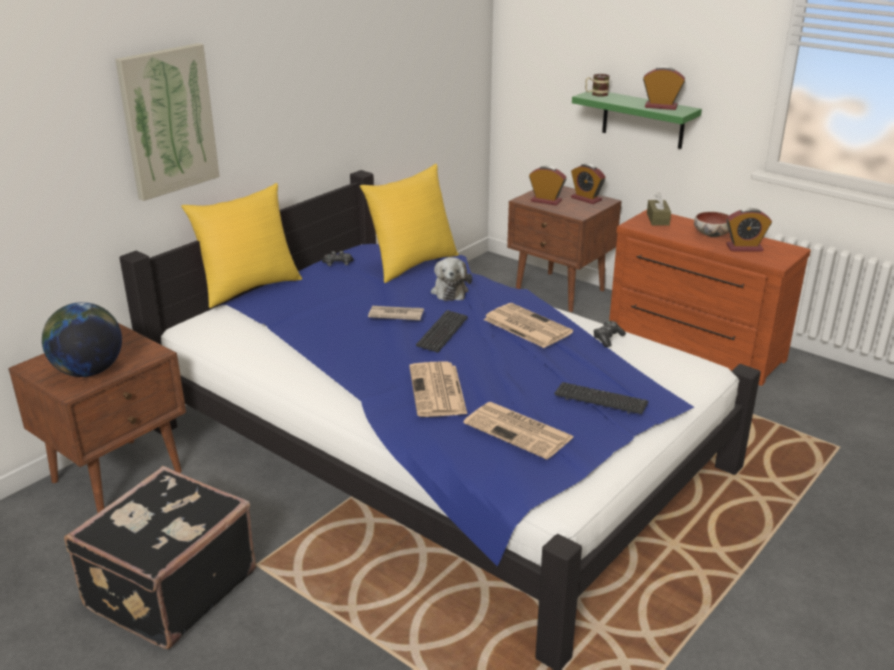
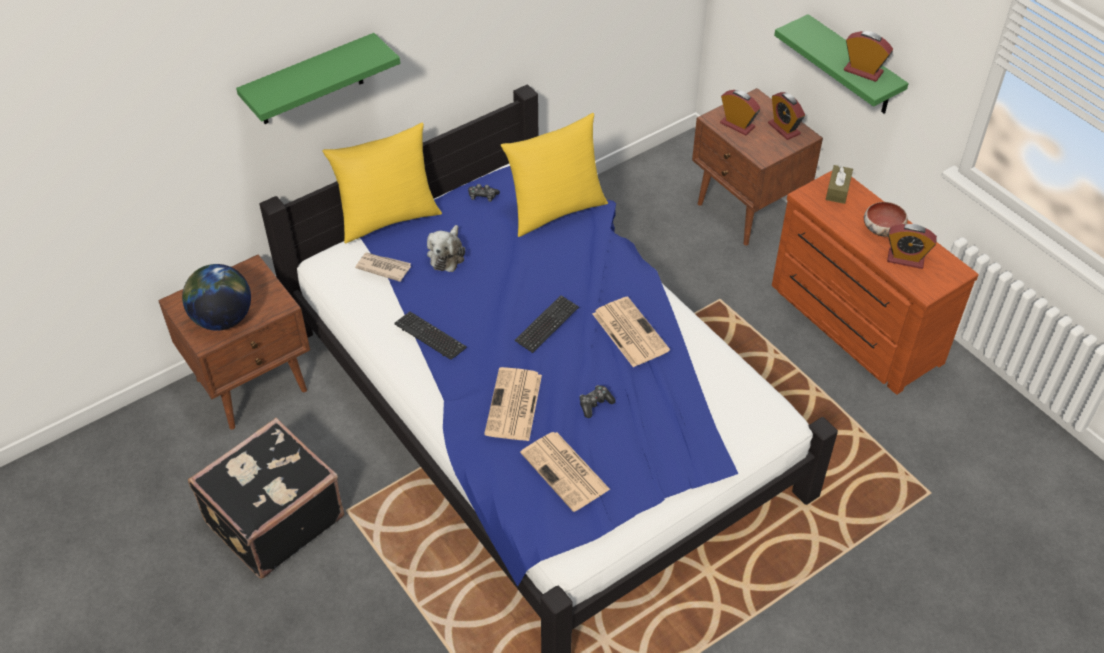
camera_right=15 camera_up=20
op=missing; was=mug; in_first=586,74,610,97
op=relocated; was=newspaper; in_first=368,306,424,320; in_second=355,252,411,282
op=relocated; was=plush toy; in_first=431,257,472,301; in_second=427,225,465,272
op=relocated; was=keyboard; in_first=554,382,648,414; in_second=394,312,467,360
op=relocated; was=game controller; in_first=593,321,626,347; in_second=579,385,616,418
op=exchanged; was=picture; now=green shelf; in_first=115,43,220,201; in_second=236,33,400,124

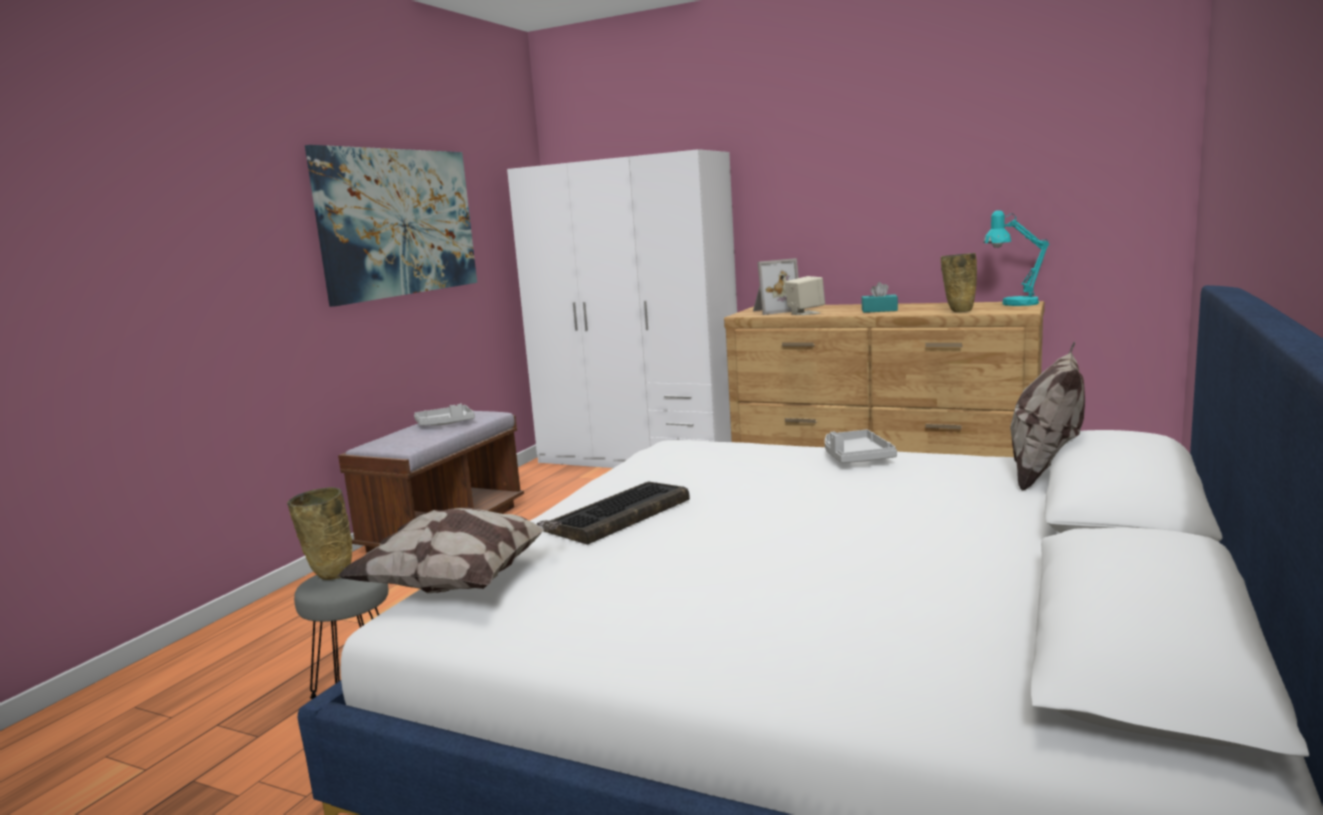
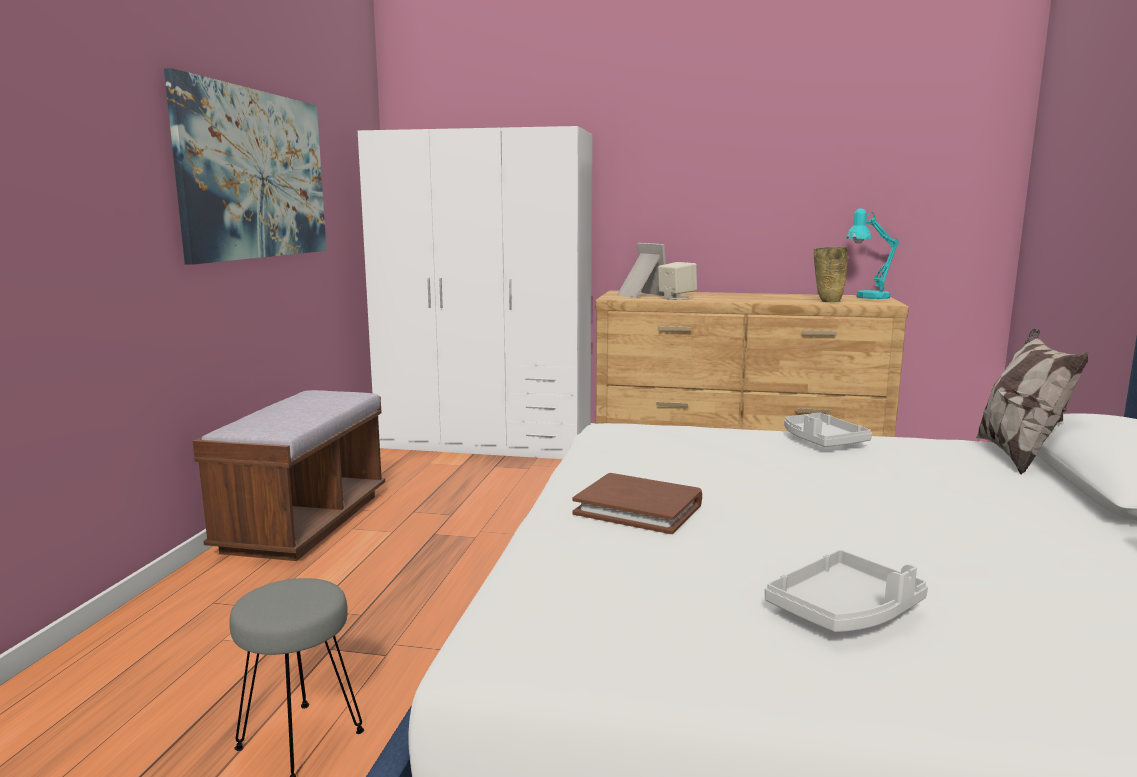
camera_right=-15 camera_up=0
op=missing; was=beige vase; in_first=287,487,352,580
op=missing; was=pillow; in_first=336,508,562,593
op=missing; was=turquoise tissue box; in_first=861,282,898,313
op=relocated; was=grey tray; in_first=414,403,475,425; in_second=765,550,928,632
op=exchanged; was=keyboard; now=brown book; in_first=543,482,690,545; in_second=572,473,702,534
op=spun; was=picture frame; in_first=753,258,799,315; in_second=617,243,666,298; clockwise=-90

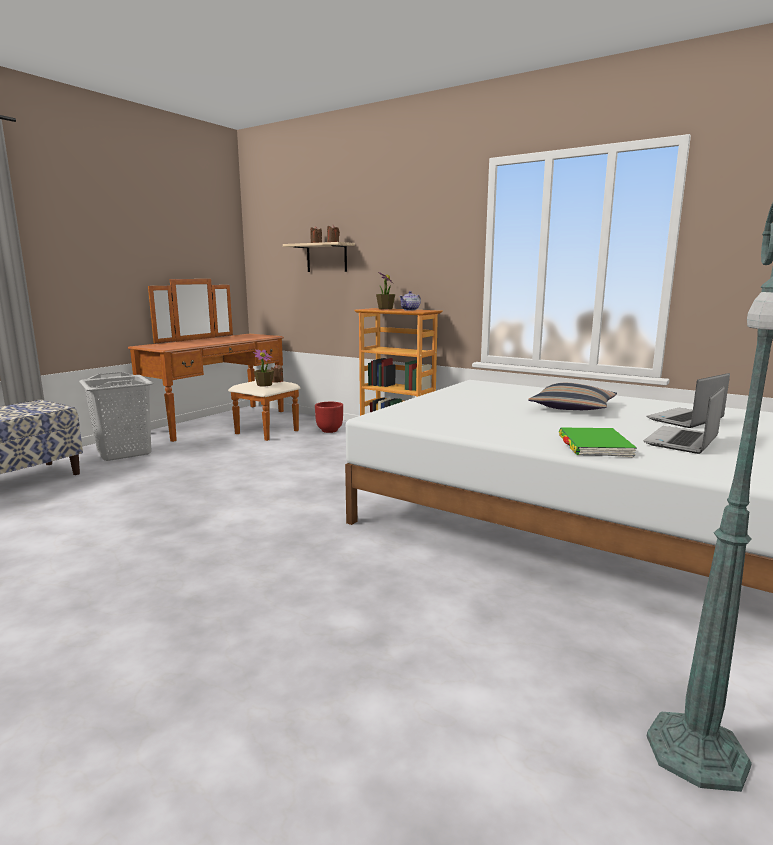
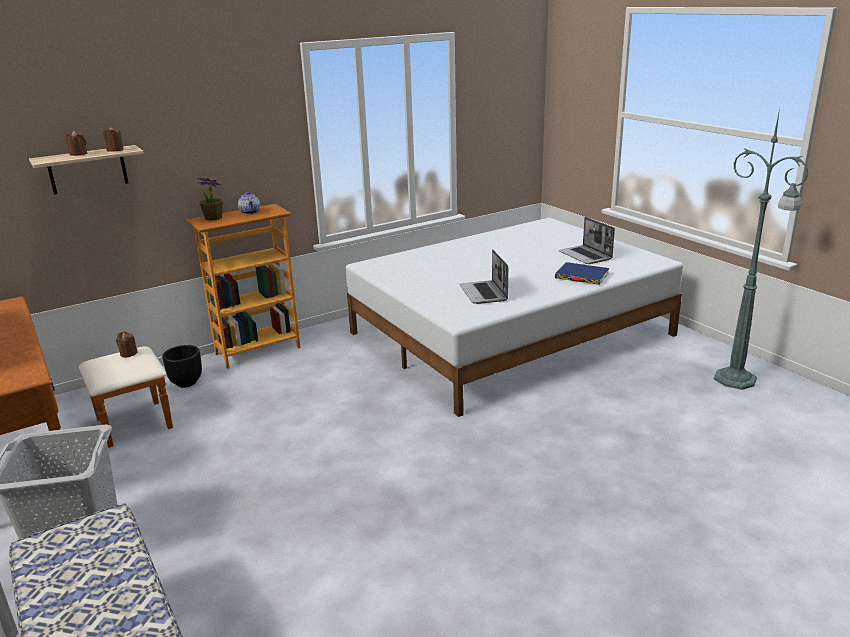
camera_right=-65 camera_up=10
op=missing; was=potted plant; in_first=253,349,274,387
op=missing; was=pillow; in_first=528,383,617,410
op=relocated; was=laptop; in_first=646,373,730,428; in_second=460,250,508,304
op=colour; was=red planter; now=black planter; in_first=315,402,343,433; in_second=162,345,202,388
op=colour; was=green book; now=blue book; in_first=559,428,637,458; in_second=555,262,610,285

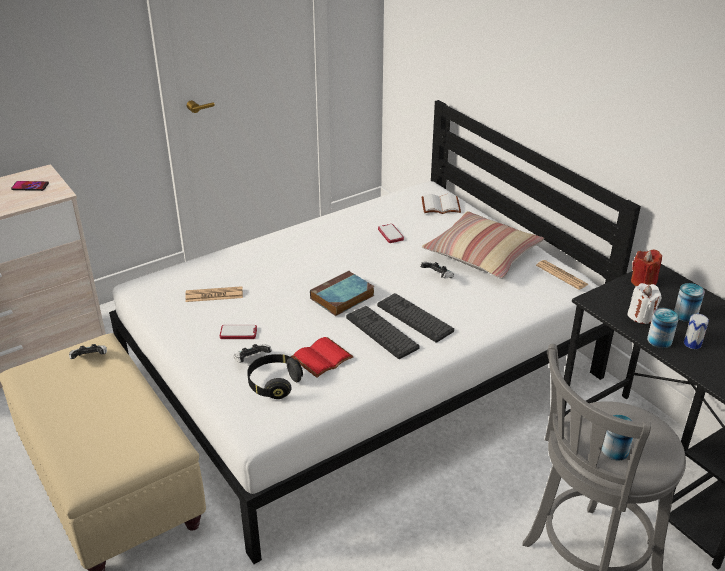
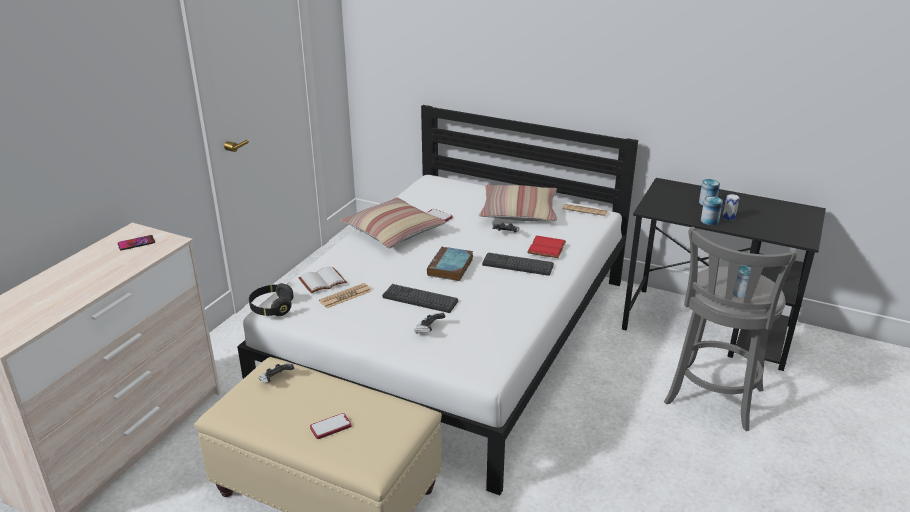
camera_right=-30 camera_up=-5
op=missing; was=white candle; in_first=627,283,661,324
op=missing; was=red candle; in_first=631,249,662,286
op=appeared; now=pillow; in_second=340,197,446,248
op=relocated; was=phone; in_first=220,325,257,339; in_second=310,413,351,439
op=relocated; was=black headphones; in_first=247,354,303,399; in_second=249,283,294,316
op=relocated; was=red book; in_first=291,337,354,378; in_second=527,235,566,258
op=relocated; was=keyboard; in_first=346,306,420,359; in_second=382,284,458,313
op=relocated; was=white book; in_first=422,194,461,214; in_second=298,266,347,294

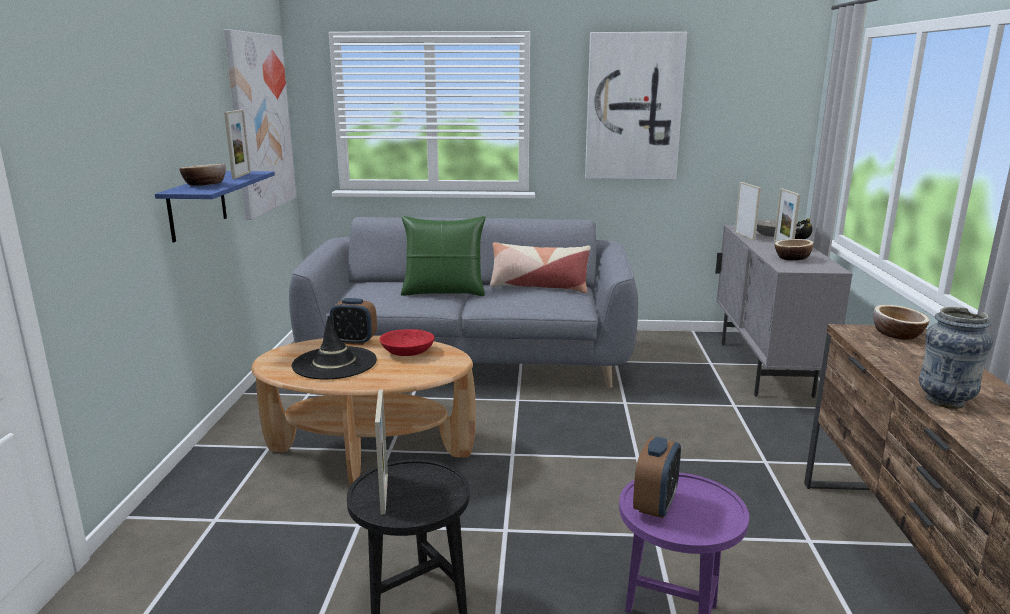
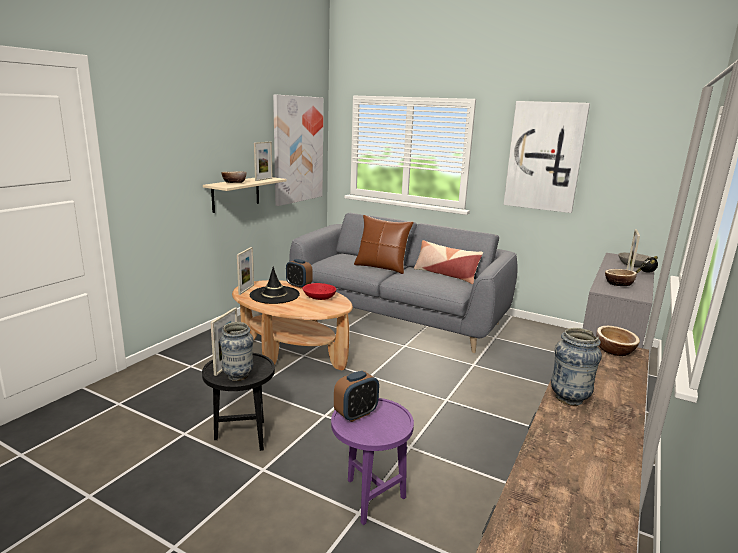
camera_right=25 camera_up=0
op=appeared; now=vase; in_second=219,322,254,381
op=relocated; was=picture frame; in_first=735,182,761,240; in_second=237,247,254,295
op=colour; was=blue shelf; now=beige shelf; in_first=155,171,275,242; in_second=203,177,286,213
op=colour; was=green pillow; now=brown pillow; in_first=401,216,485,296; in_second=354,215,414,274

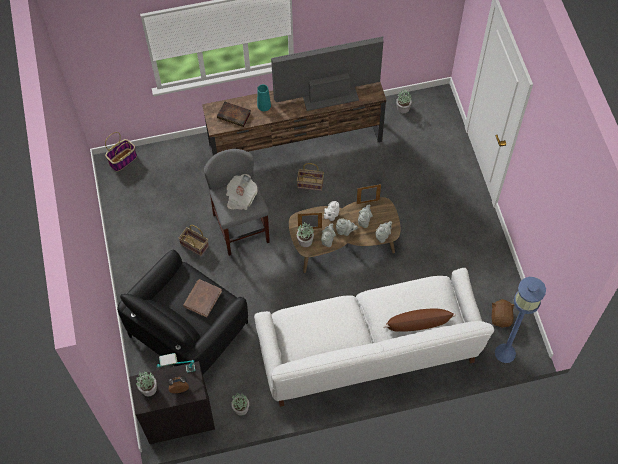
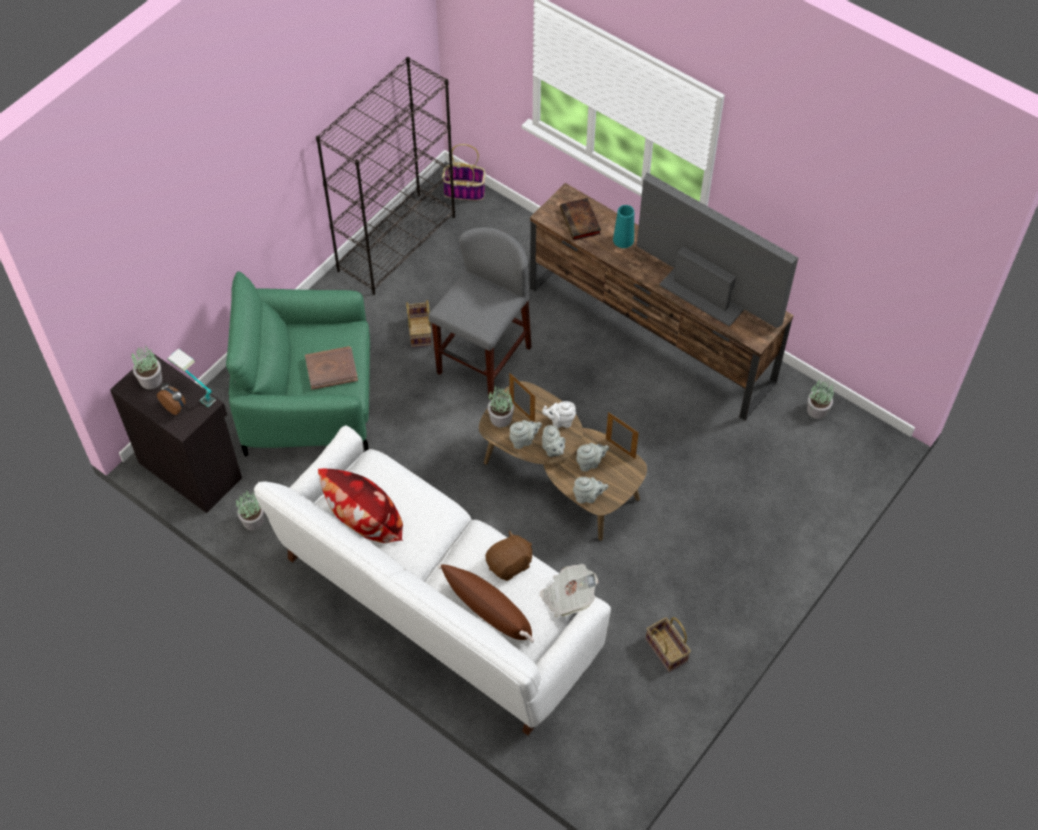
camera_right=50 camera_up=-5
op=missing; was=blue floor lamp; in_first=495,277,546,363
op=appeared; now=black bookcase; in_second=316,57,455,295
op=appeared; now=pillow; in_second=318,469,403,543
op=relocated; was=newspaper; in_first=226,174,257,210; in_second=540,564,598,618
op=relocated; was=basket; in_first=297,163,324,191; in_second=646,617,691,672
op=relocated; was=brown plush toy; in_first=492,299,515,328; in_second=485,530,532,581
op=colour; was=black armchair; now=green armchair; in_first=117,250,248,375; in_second=226,272,370,456

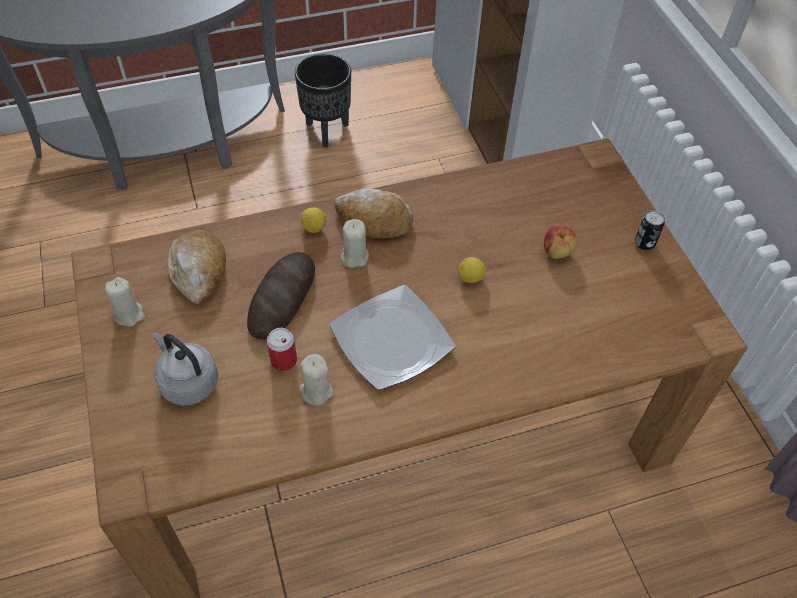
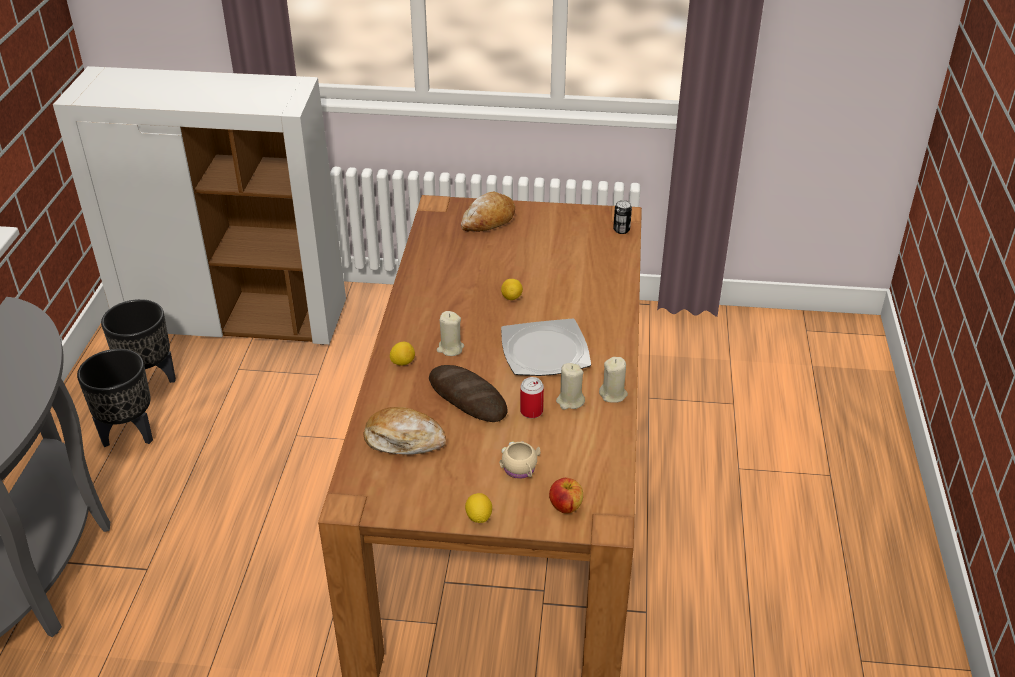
camera_right=-65 camera_up=-15
op=appeared; now=black planter; in_second=101,299,176,383
op=appeared; now=lemon; in_second=465,493,492,523
op=relocated; was=beige candle; in_first=105,277,145,327; in_second=599,357,628,403
op=relocated; was=bread; in_first=334,188,413,239; in_second=461,191,515,232
op=relocated; was=apple; in_first=544,226,577,259; in_second=549,478,583,514
op=relocated; was=can; in_first=635,211,665,250; in_second=613,200,632,234
op=exchanged; was=grey kettle; now=beige mug; in_first=153,332,218,405; in_second=499,441,541,479

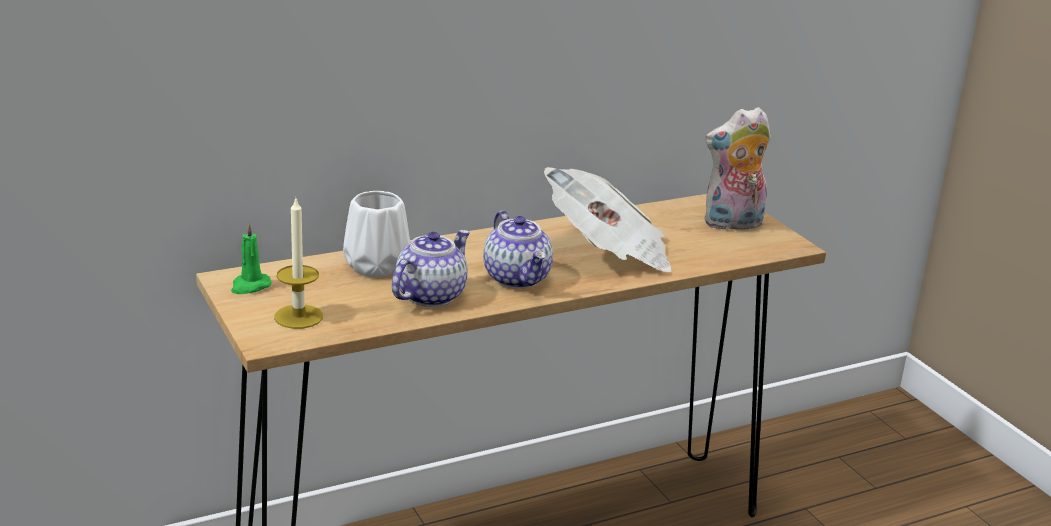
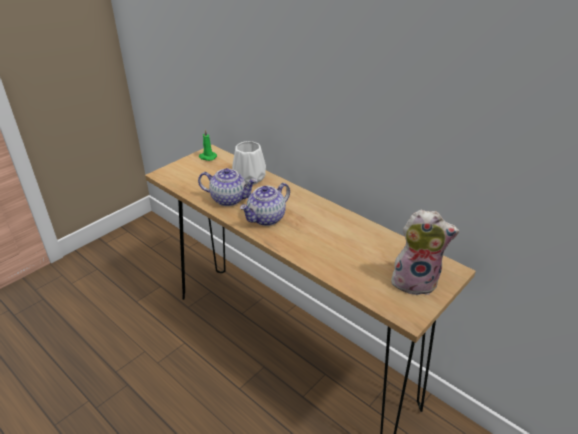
camera_right=70 camera_up=10
op=missing; was=candle; in_first=274,196,323,329
op=missing; was=newspaper; in_first=544,167,672,272
op=spun; was=plush toy; in_first=704,107,771,232; in_second=391,210,459,295; clockwise=135

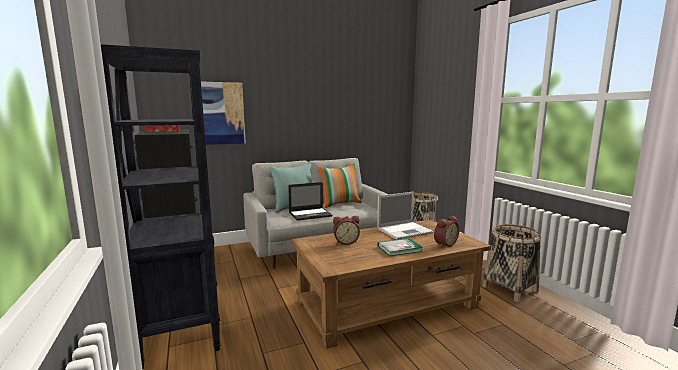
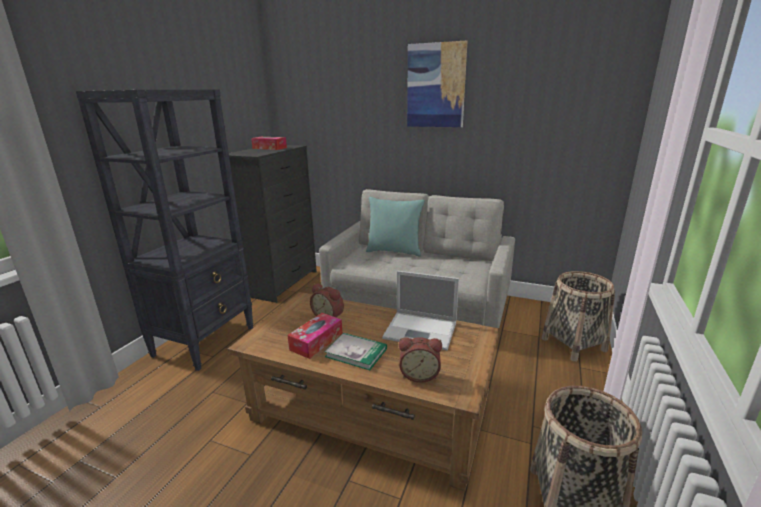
camera_right=45 camera_up=10
op=missing; was=laptop; in_first=288,182,332,221
op=missing; was=pillow; in_first=318,163,362,208
op=appeared; now=tissue box; in_second=287,313,342,359
op=relocated; was=picture; in_first=201,82,246,145; in_second=407,41,468,127

